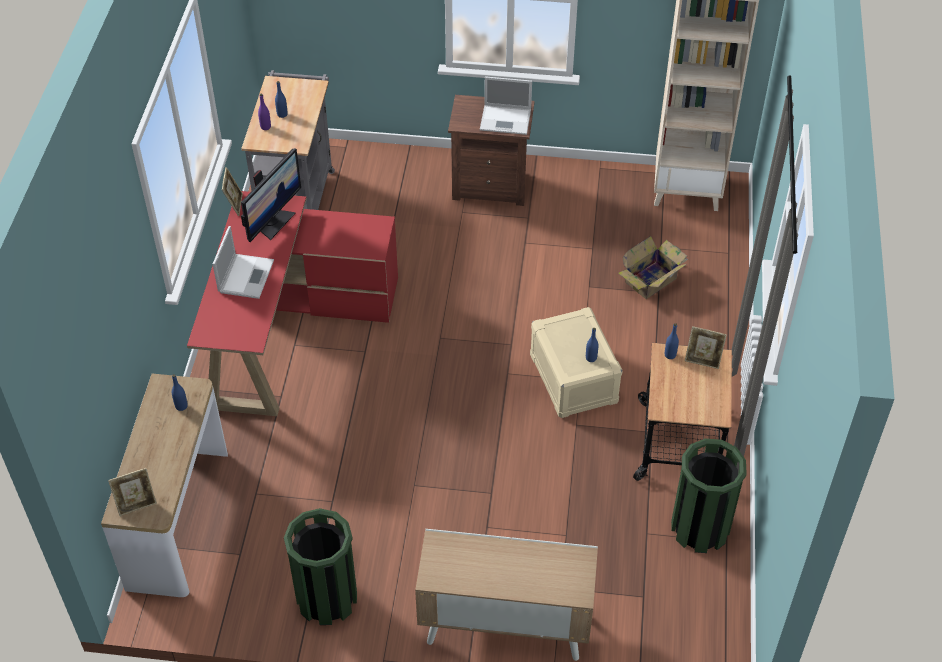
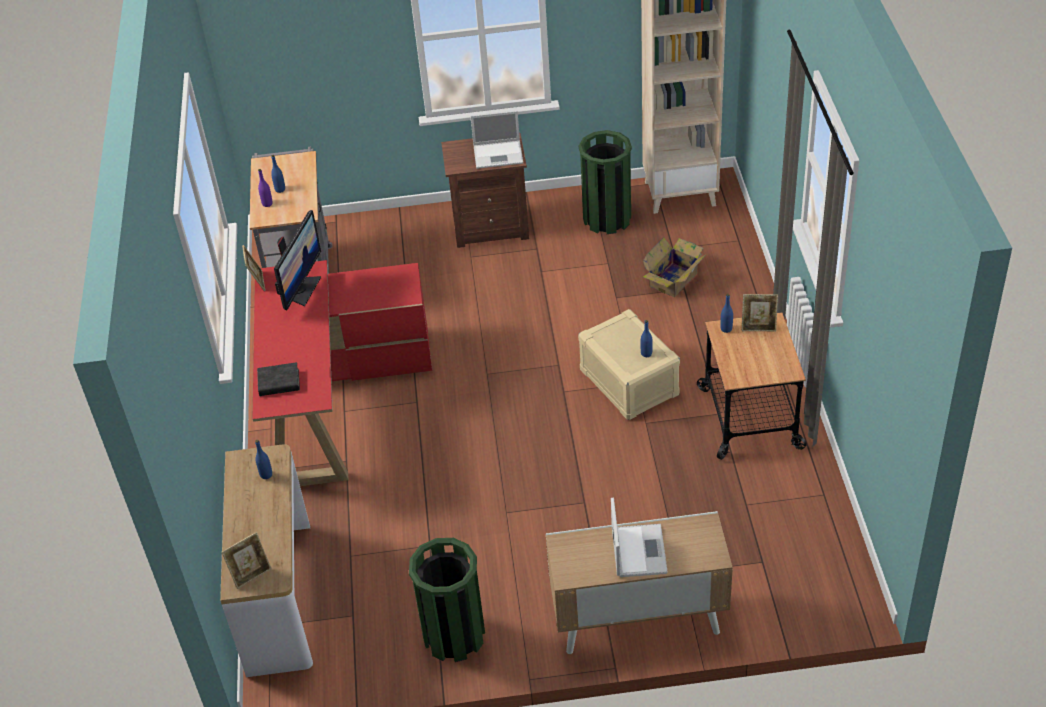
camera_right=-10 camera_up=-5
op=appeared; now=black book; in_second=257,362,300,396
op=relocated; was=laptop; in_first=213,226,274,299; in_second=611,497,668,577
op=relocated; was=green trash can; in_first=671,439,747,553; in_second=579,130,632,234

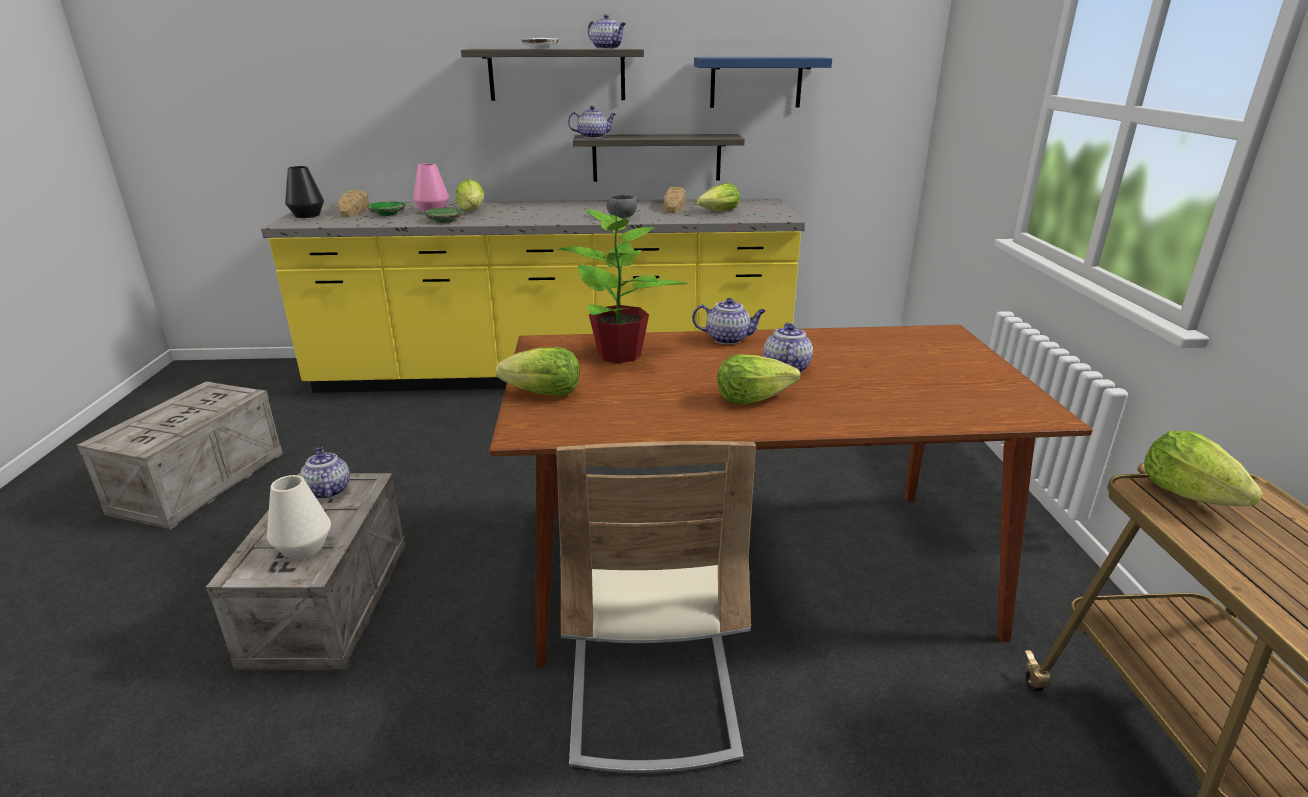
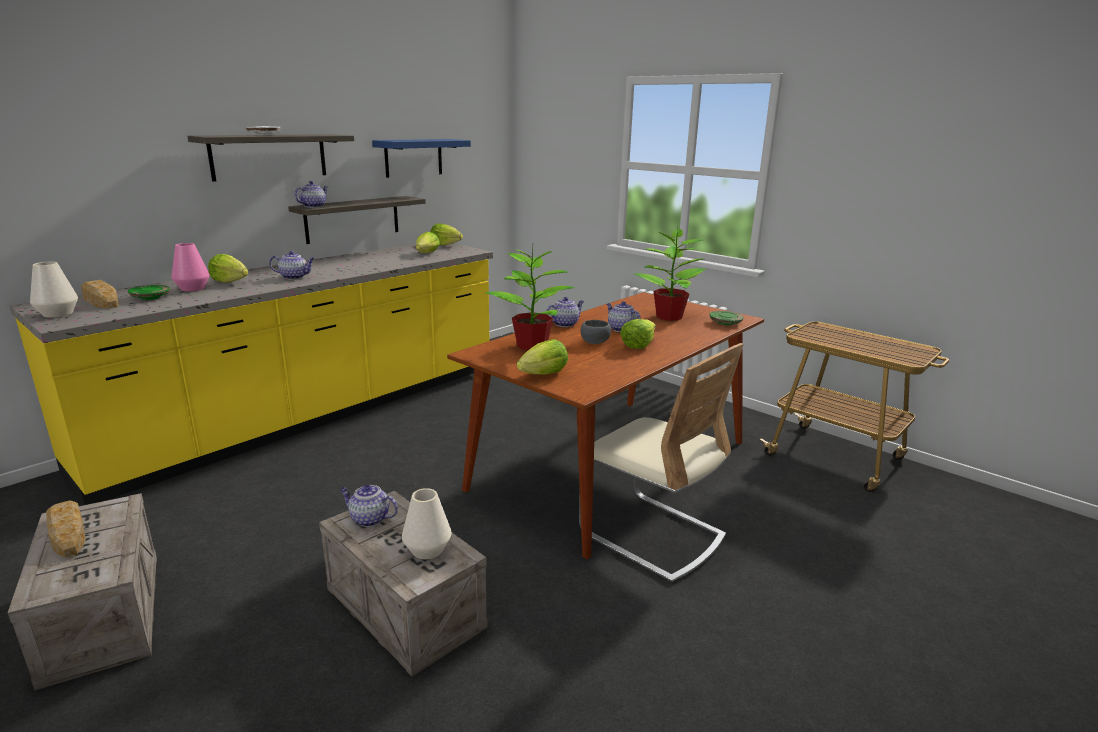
camera_right=-45 camera_up=-5
op=appeared; now=potted plant; in_second=634,227,706,321
op=relocated; was=green plate; in_first=424,208,463,223; in_second=710,311,744,325
op=relocated; was=teapot; in_first=588,14,626,49; in_second=269,251,315,279
op=relocated; was=grey bowl; in_first=606,195,637,218; in_second=581,320,611,344
op=relocated; was=bread; in_first=664,187,686,213; in_second=46,501,86,558
op=relocated; was=lettuce; in_first=1144,431,1263,506; in_second=430,224,463,245
op=colour; was=black vase; now=white vase; in_first=285,166,324,218; in_second=30,262,78,318

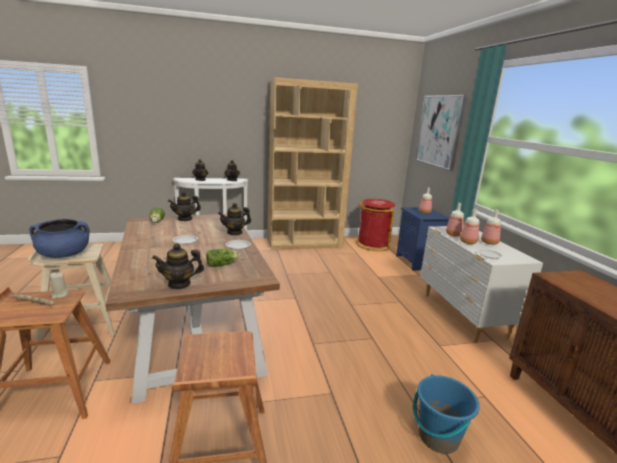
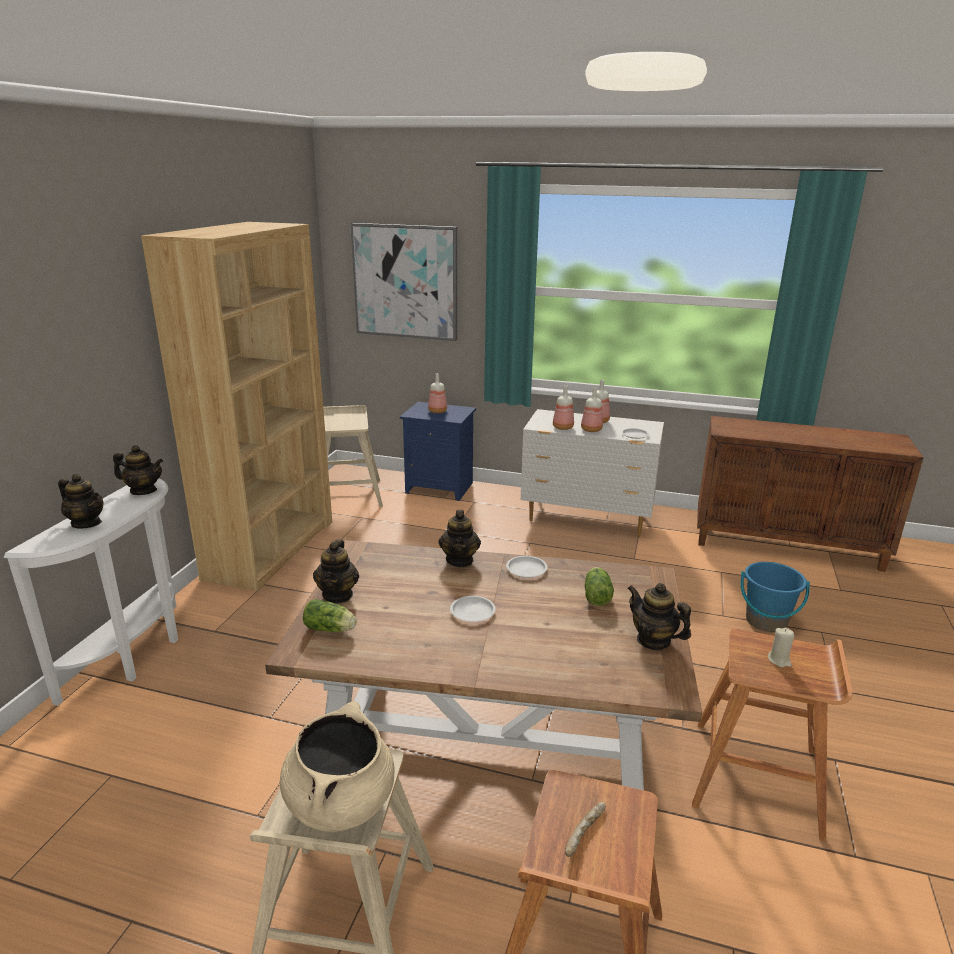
camera_right=-60 camera_up=5
op=relocated; was=beige candle; in_first=50,272,69,299; in_second=768,628,794,667
op=exchanged; was=red trash can; now=beige stool; in_first=356,199,395,251; in_second=323,405,383,507
op=colour; was=blue cooking pot; now=beige cooking pot; in_first=29,219,90,258; in_second=280,701,395,832
op=spun; was=teapot; in_first=152,243,204,289; in_second=627,583,691,650; clockwise=120

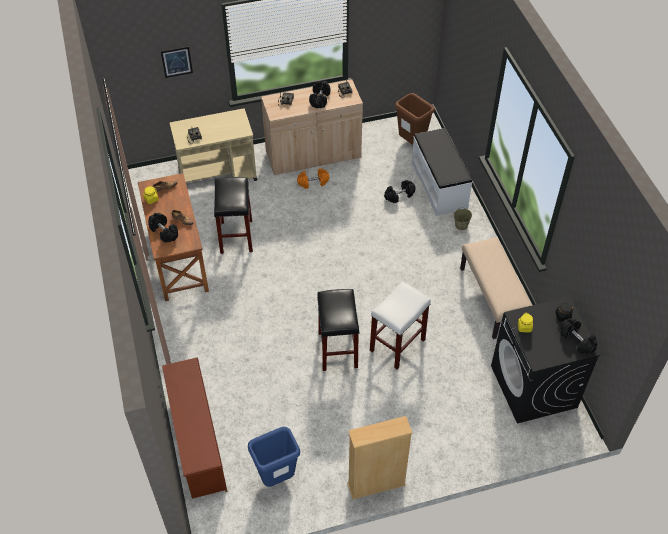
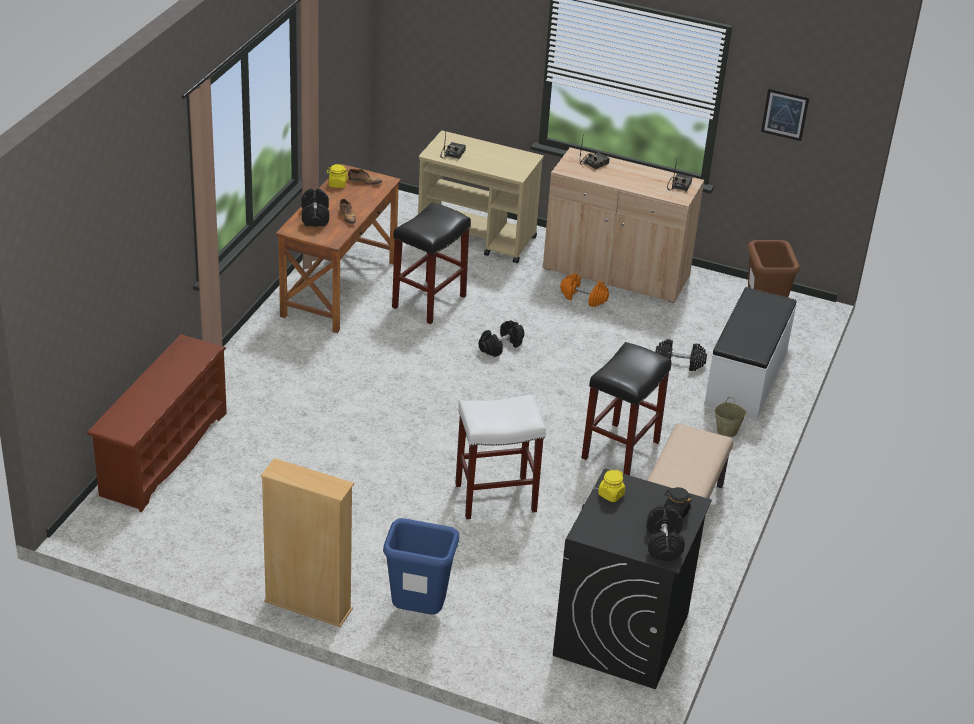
camera_right=35 camera_up=-15
op=relocated; was=picture; in_first=161,47,193,78; in_second=761,89,809,141
op=relocated; was=blue trash can; in_first=248,427,300,487; in_second=383,518,459,615
op=relocated; was=black dumbbell; in_first=309,80,330,108; in_second=479,320,524,357
op=relocated; was=black stool; in_first=317,289,360,371; in_second=581,342,671,475

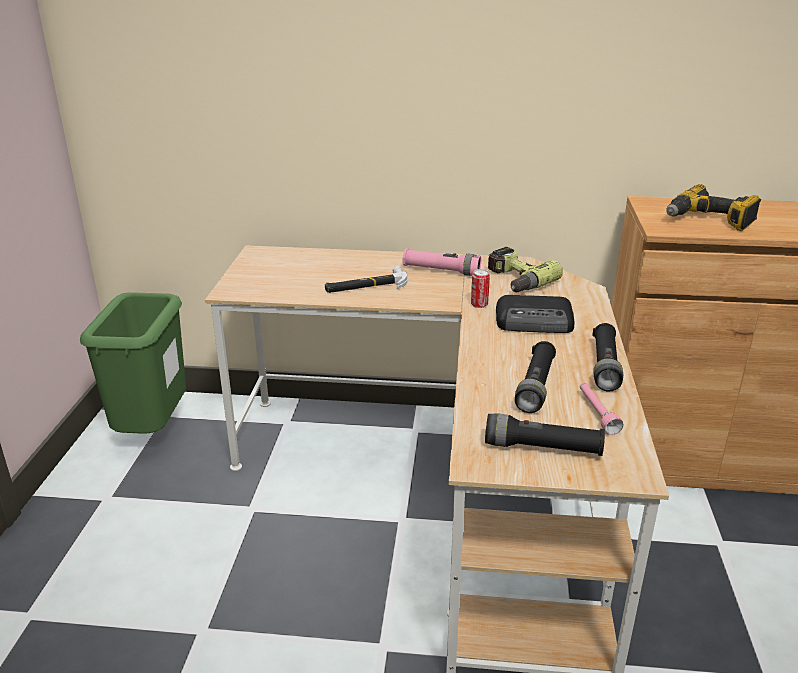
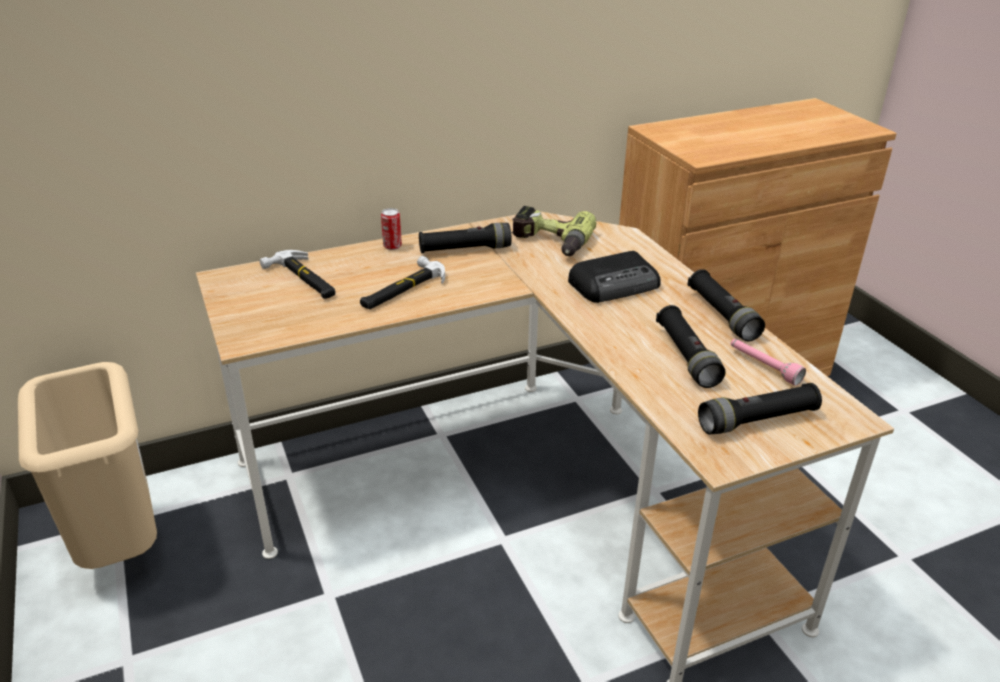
camera_right=-30 camera_up=5
op=missing; was=power drill; in_first=666,184,761,231
op=appeared; now=hammer; in_second=260,250,336,299
op=relocated; was=can; in_first=471,269,490,308; in_second=381,208,402,250
op=colour; was=green trash can; now=beige trash can; in_first=80,292,186,434; in_second=18,362,157,569
op=colour; was=pink flashlight; now=black flashlight; in_first=402,248,481,276; in_second=419,223,512,253

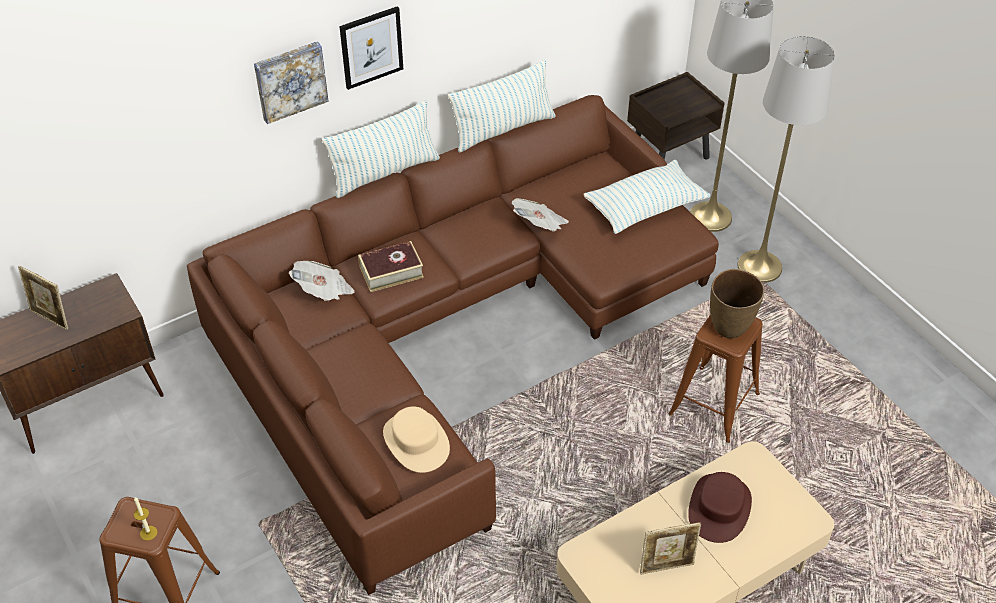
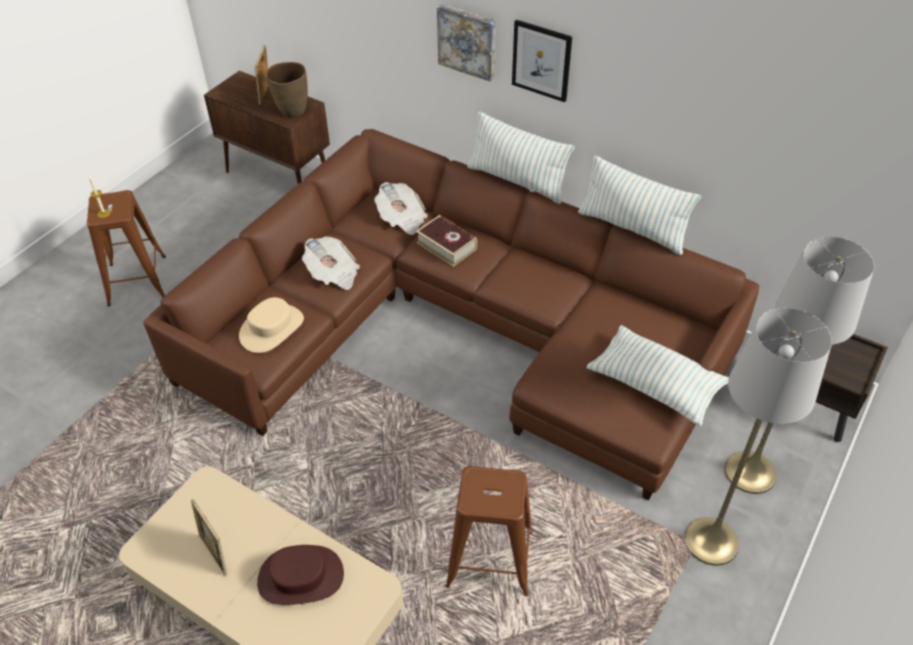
camera_right=65 camera_up=0
op=relocated; was=newspaper; in_first=511,198,569,231; in_second=302,237,360,290
op=relocated; was=brown vase; in_first=710,269,764,338; in_second=266,62,308,118

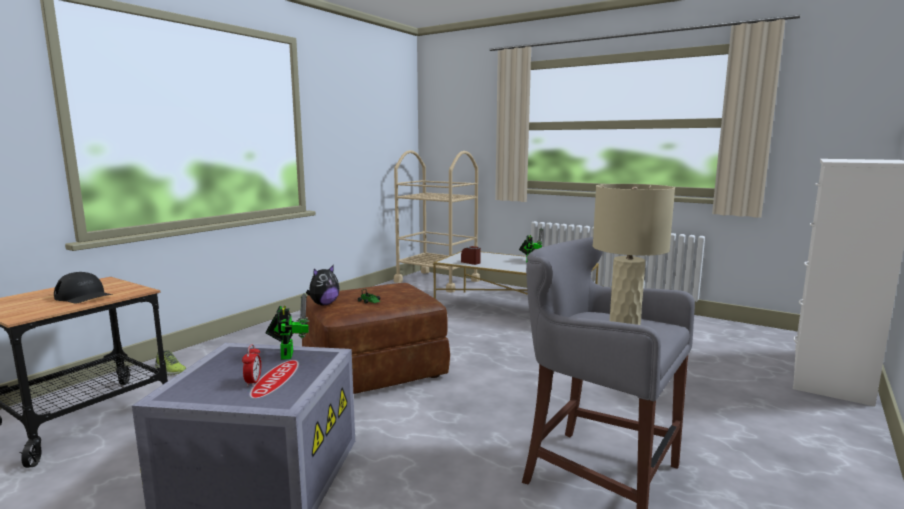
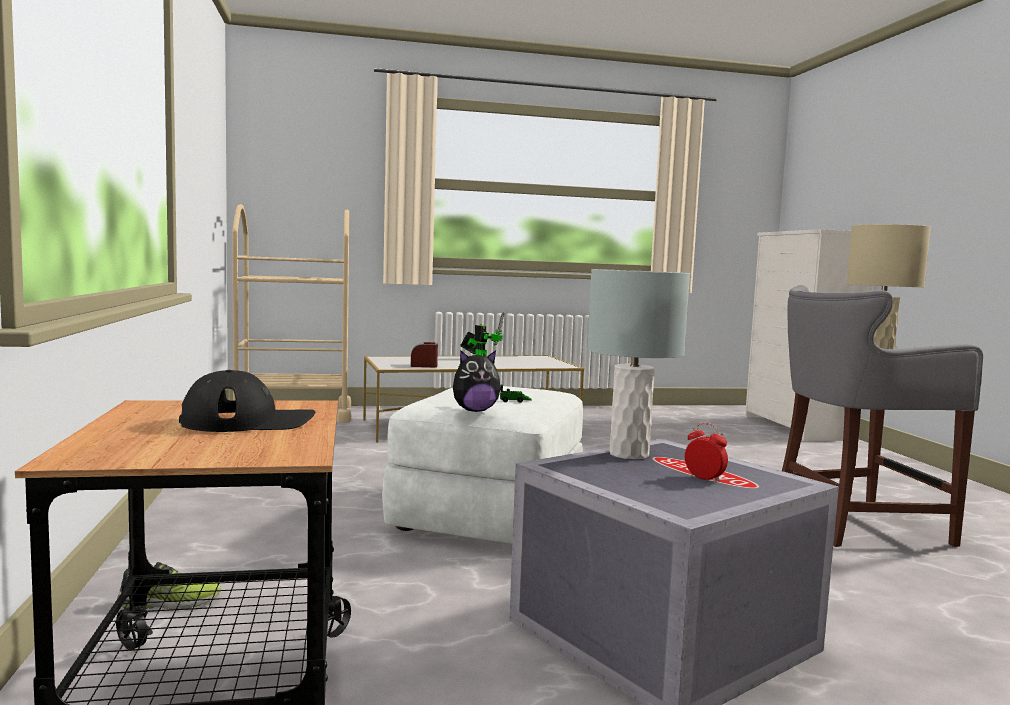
camera_right=-45 camera_up=-5
op=exchanged; was=toy robot; now=grey table lamp; in_first=265,293,309,360; in_second=587,269,690,460
op=colour; was=brown ottoman; now=white ottoman; in_first=302,283,450,394; in_second=382,386,583,544
op=spun; was=plush toy; in_first=306,265,339,305; in_second=453,350,501,412; clockwise=75

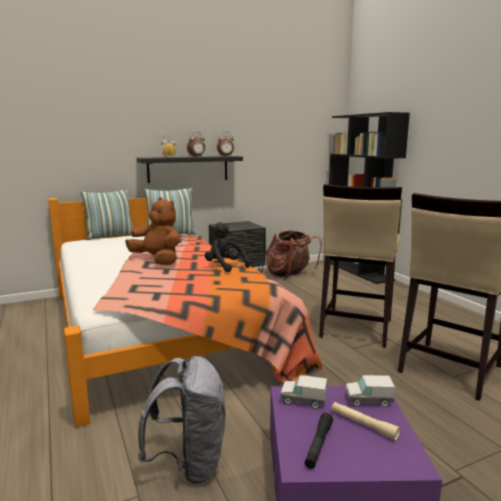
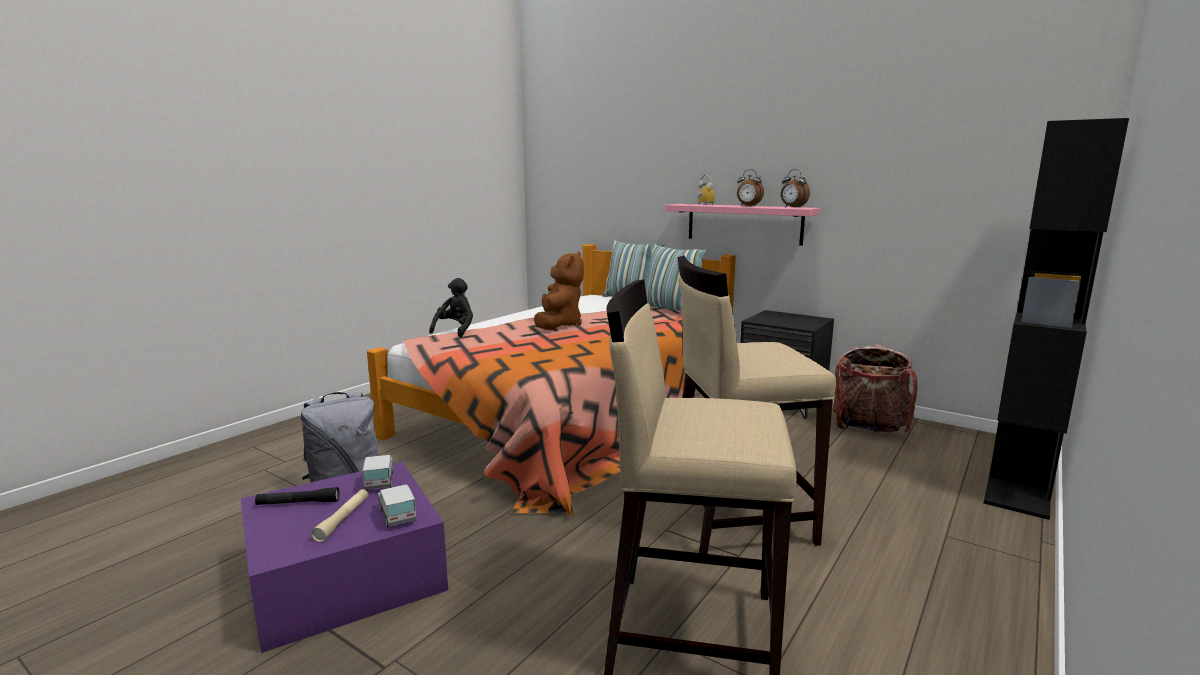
camera_right=60 camera_up=0
op=relocated; was=black plush toy; in_first=205,222,250,272; in_second=429,278,473,337
op=colour; was=black shelf; now=pink shelf; in_first=137,156,243,183; in_second=665,204,820,246

